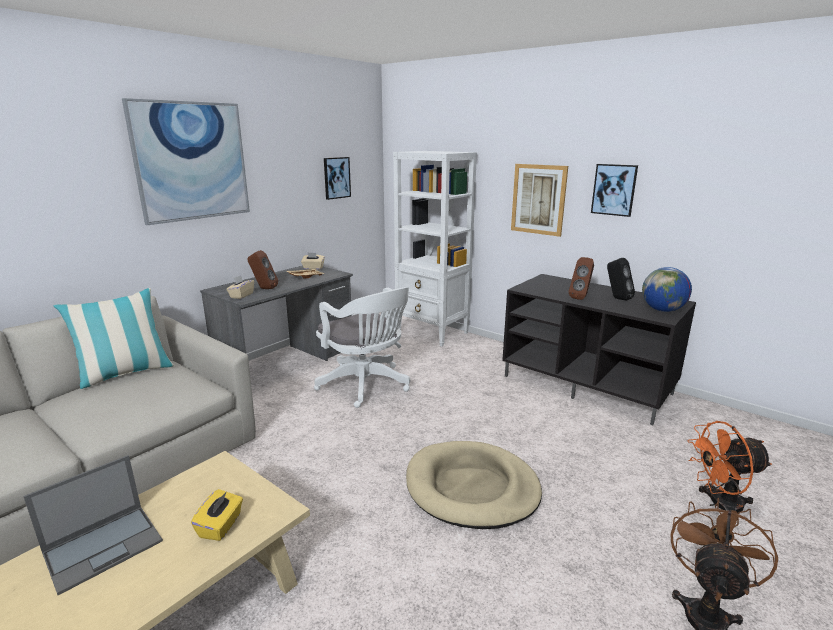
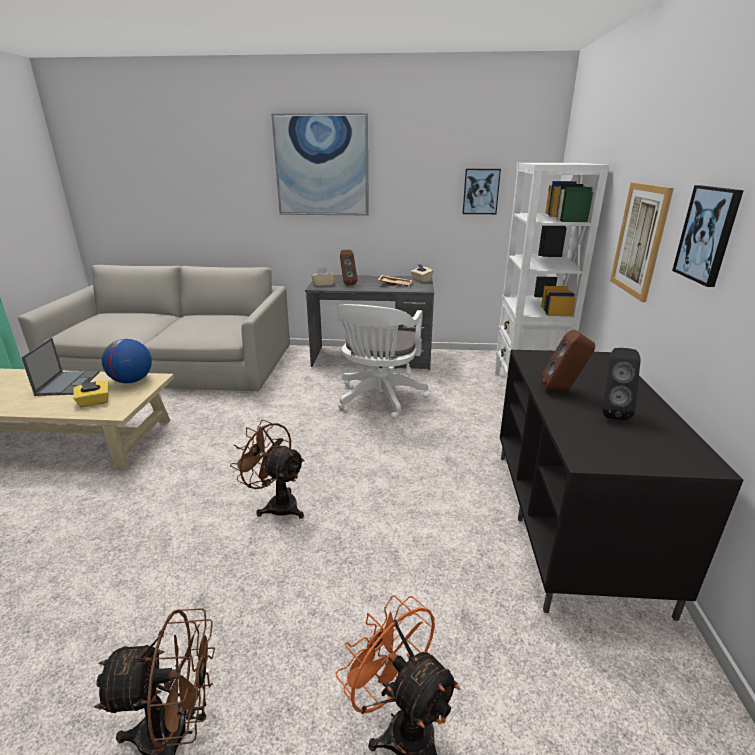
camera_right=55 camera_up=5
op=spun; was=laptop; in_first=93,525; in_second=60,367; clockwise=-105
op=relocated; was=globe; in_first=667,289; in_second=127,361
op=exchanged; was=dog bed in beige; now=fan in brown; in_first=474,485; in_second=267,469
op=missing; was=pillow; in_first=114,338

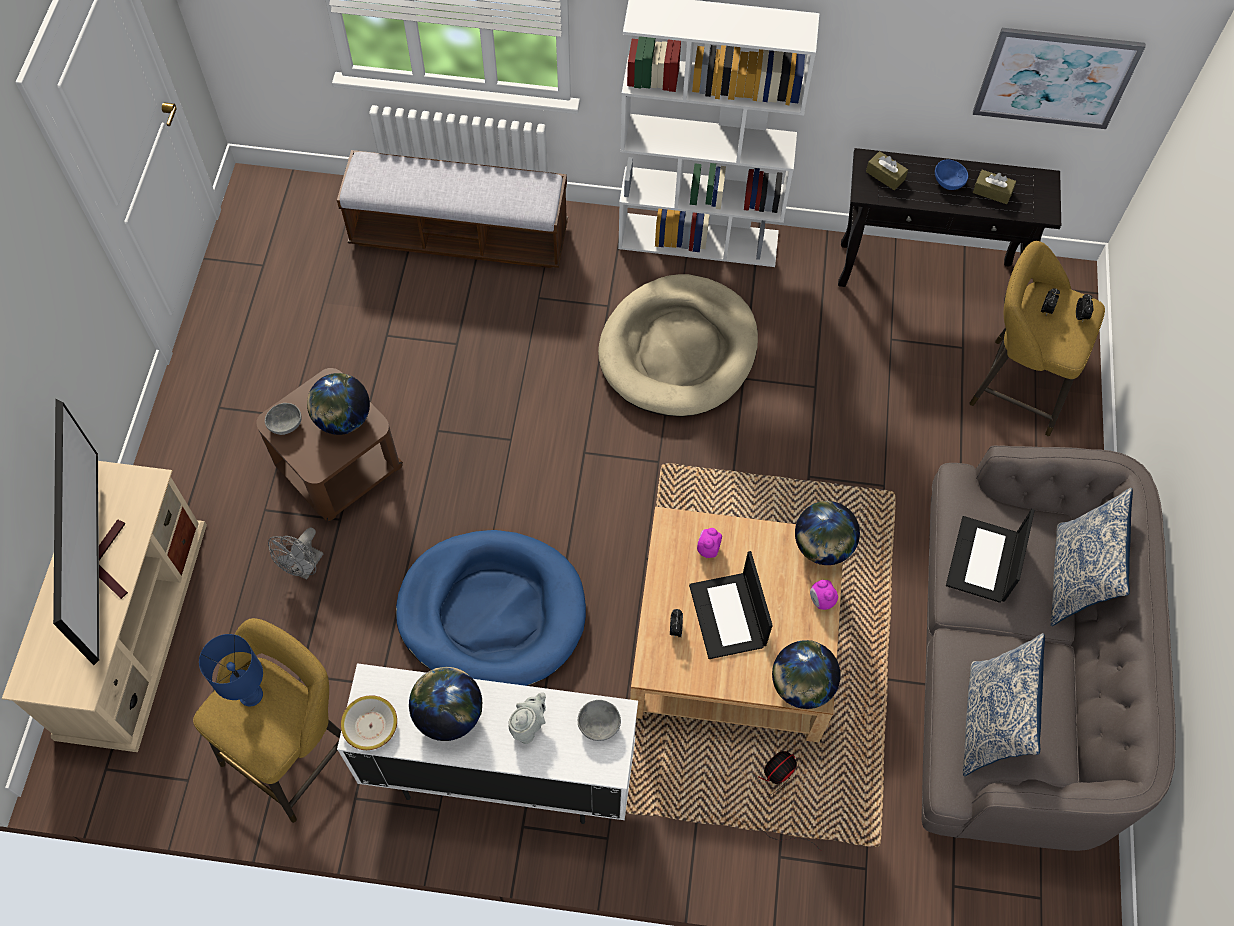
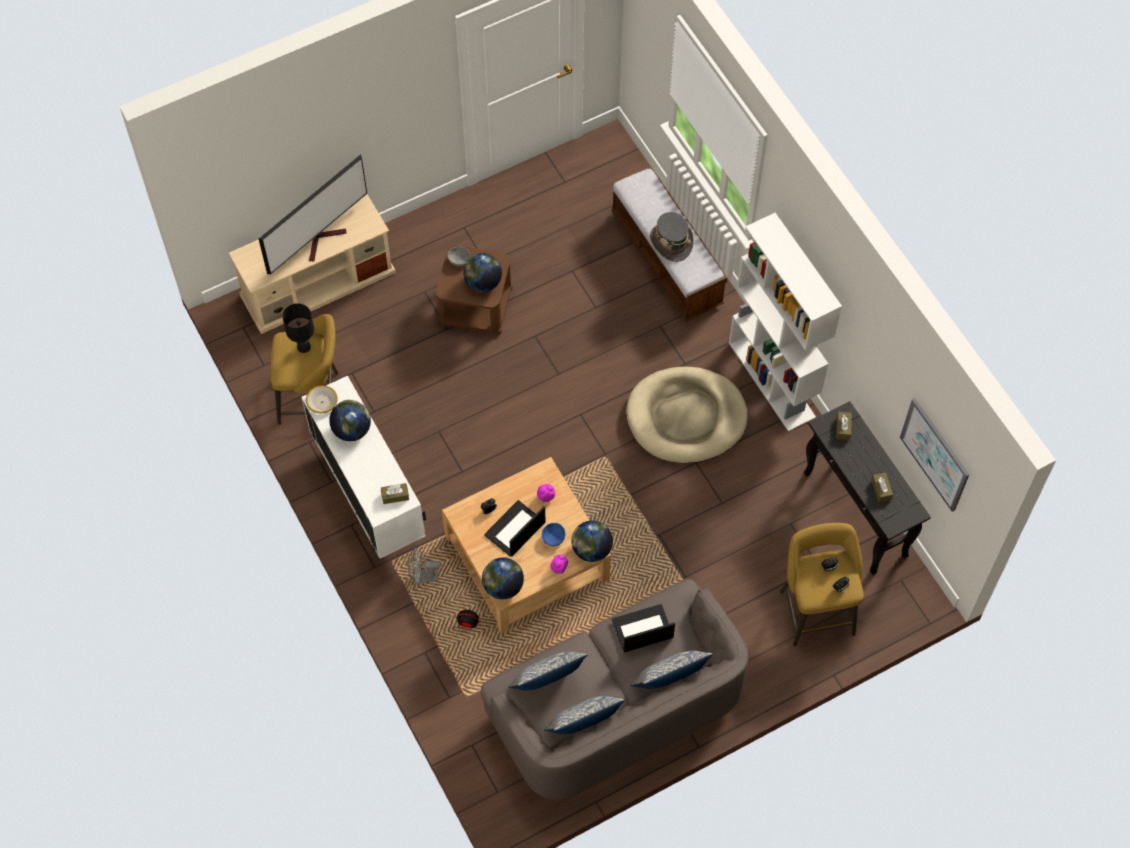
camera_right=55 camera_up=0
op=colour; was=table lamp in blue; now=table lamp in black; in_first=231,670; in_second=298,328
op=exchanged; was=bowl in grey; now=tissue box in brown; in_first=599,720; in_second=395,493
op=relocated; was=fan in grey; in_first=295,553; in_second=425,566
op=relocated; was=bowl in blue; in_first=951,174; in_second=554,534
op=appeared; now=pillow; in_second=584,715
op=appeared; now=hat in grey; in_second=672,237
op=missing; was=dog bed in blue; in_first=491,608
op=missing; was=teapot in grey; in_first=527,718

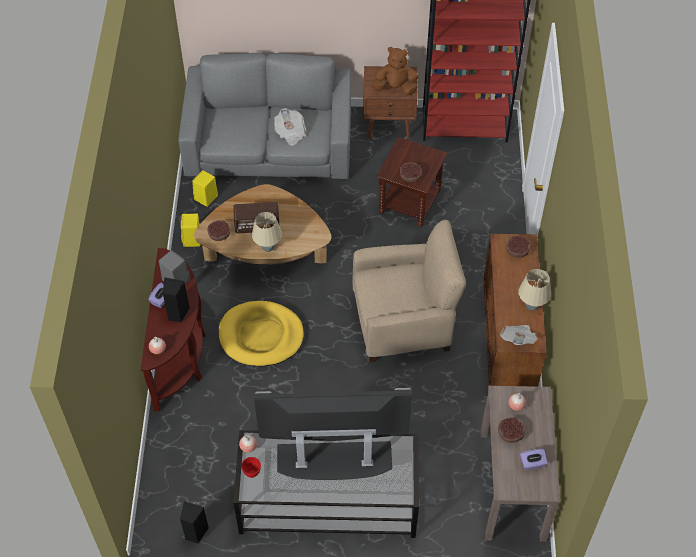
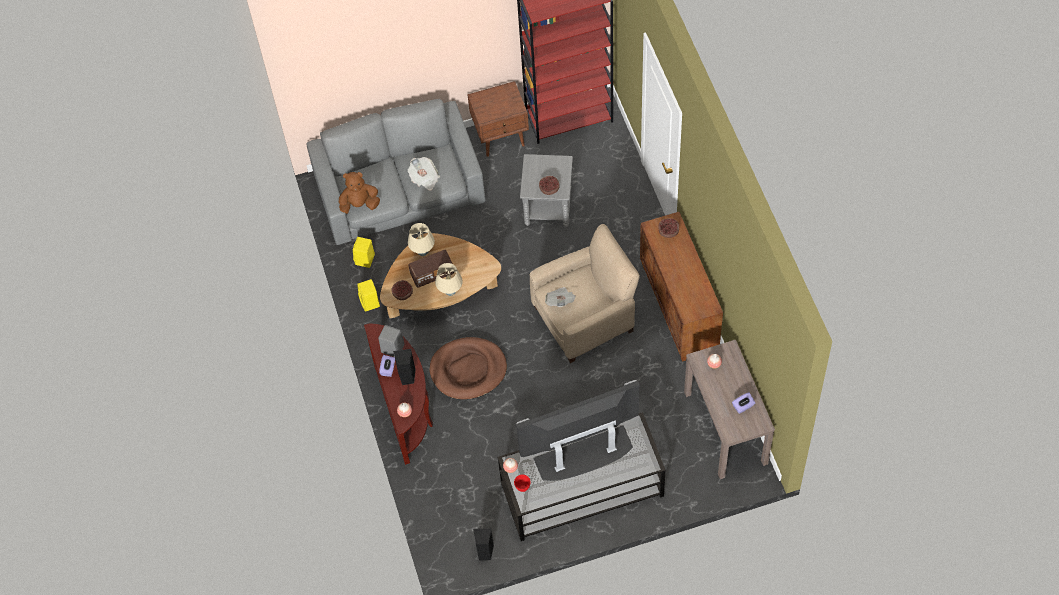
camera_right=-15 camera_up=5
op=relocated; was=plush toy in brown; in_first=395,71; in_second=359,193
op=relocated; was=table lamp in beige; in_first=535,290; in_second=421,239
op=colour; was=dog bed in yellow; now=dog bed in brown; in_first=261,334; in_second=468,368
op=colour; was=side table in brown; now=side table in grey; in_first=412,182; in_second=546,190
op=relocated; was=newspaper; in_first=519,335; in_second=560,297
op=missing; was=bowl; in_first=511,430

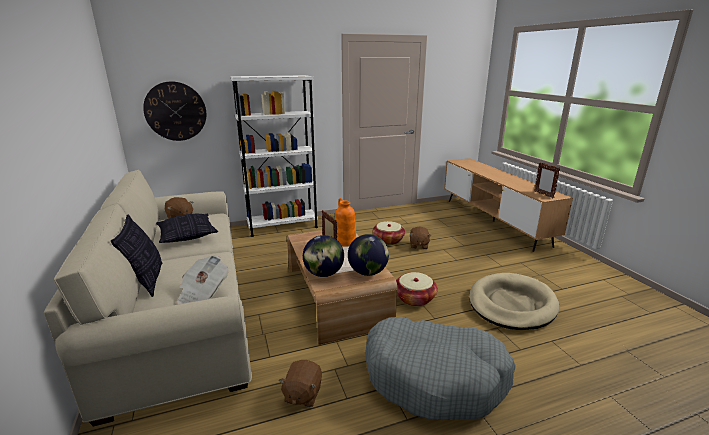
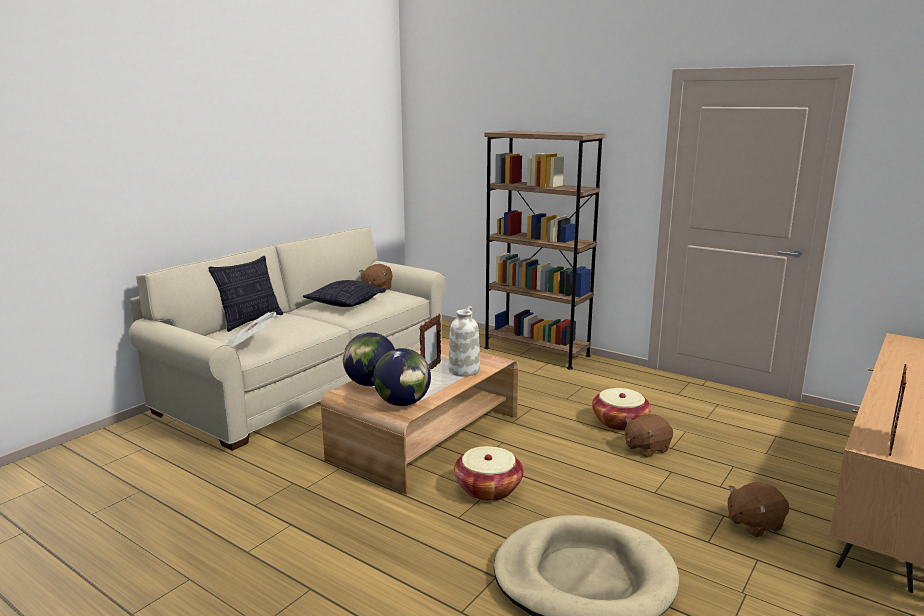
camera_right=55 camera_up=-5
op=colour; was=vase in orange; now=vase in white; in_first=345,222; in_second=464,341
op=colour; was=bookcase in white; now=bookcase in brown; in_first=274,156; in_second=544,250
op=relocated; was=plush toy in brown; in_first=300,383; in_second=758,510
op=missing; was=wall clock; in_first=174,111
op=missing; was=dog bed in grey; in_first=440,368

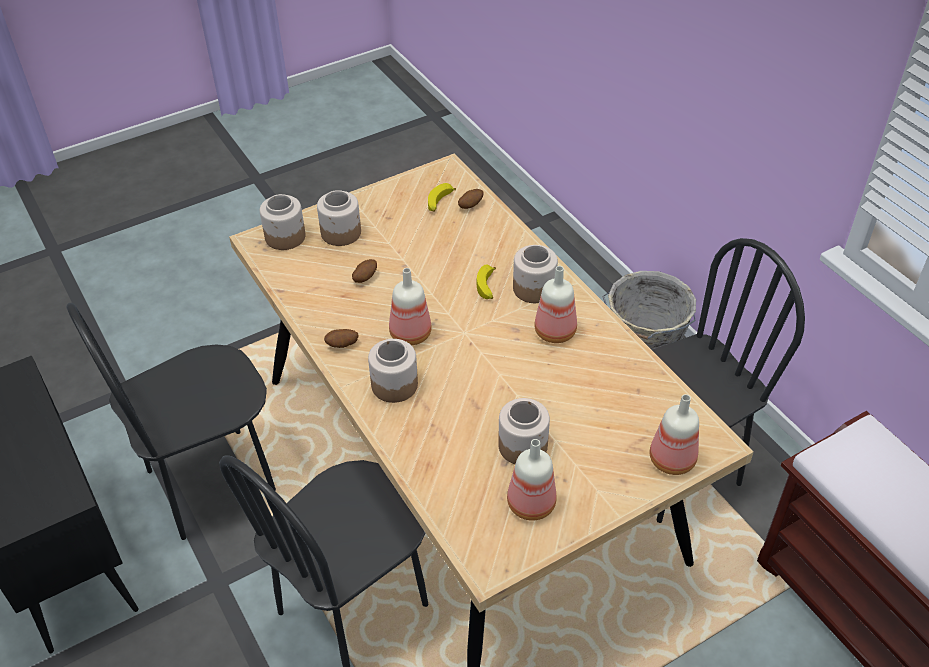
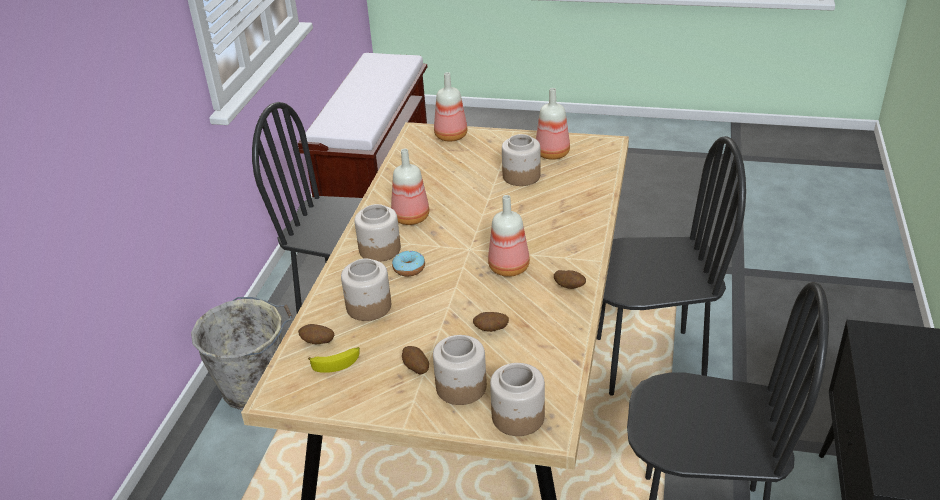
camera_right=-135 camera_up=-10
op=relocated; was=jar; in_first=393,371; in_second=366,289
op=exchanged; was=banana; now=donut; in_first=486,282; in_second=408,263
op=appeared; now=potato; in_second=415,360

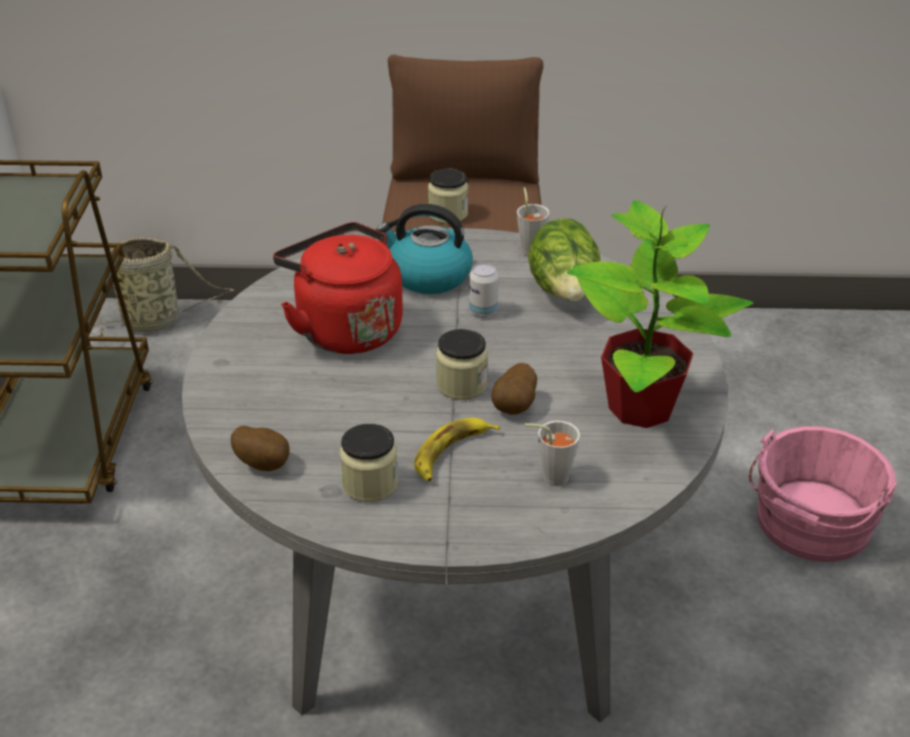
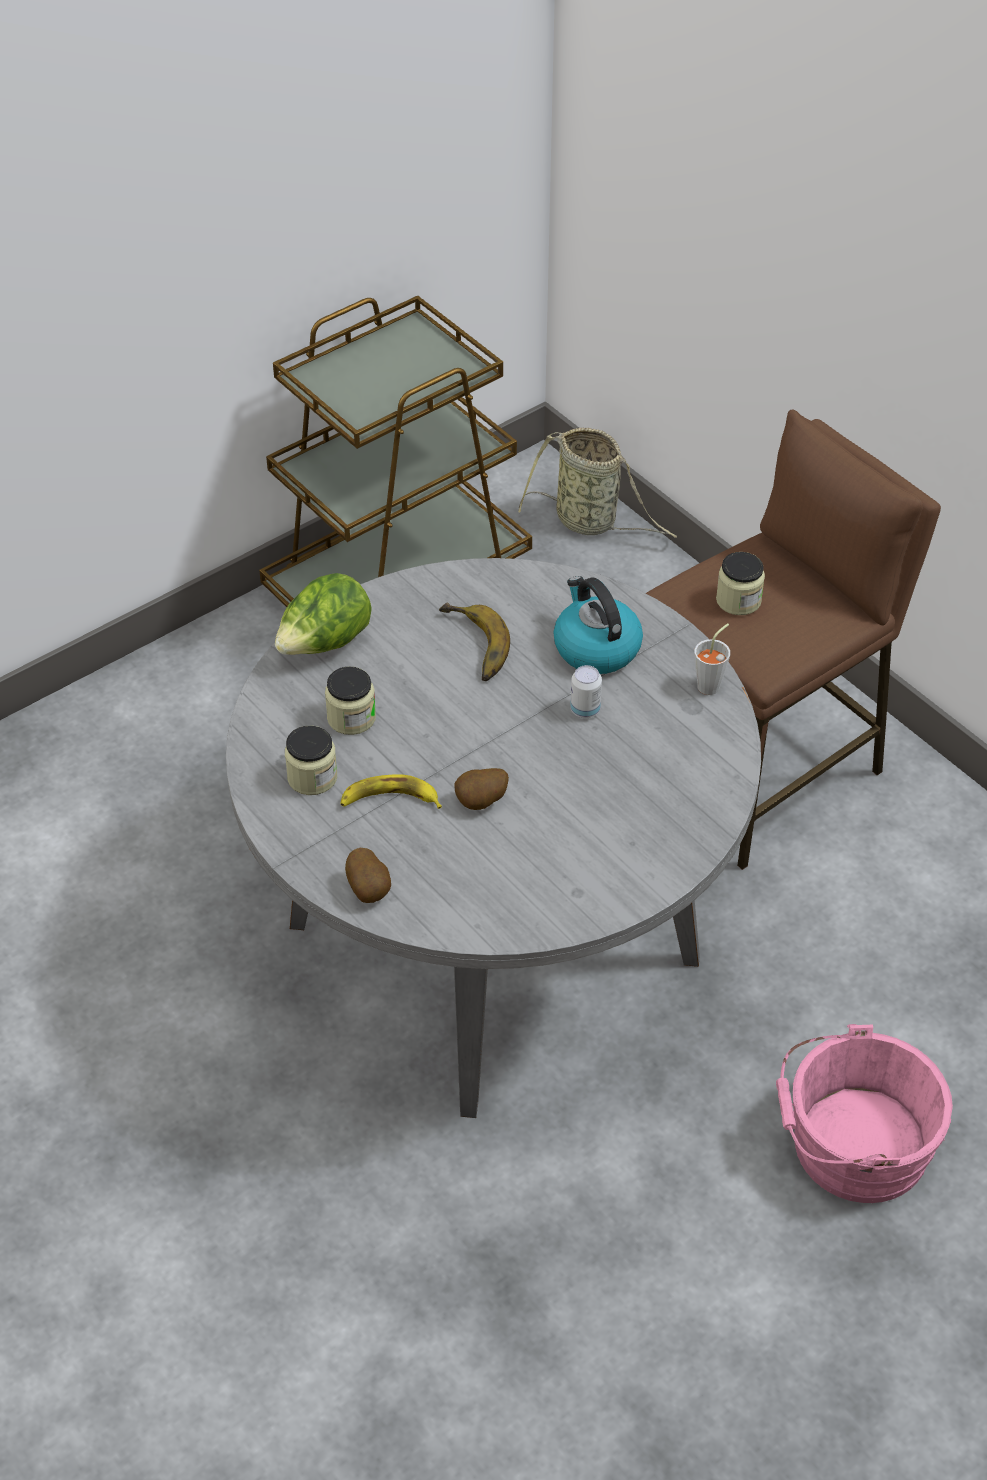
camera_right=50 camera_up=10
op=relocated; was=lettuce; in_first=564,259; in_second=323,614
op=relocated; was=jar; in_first=462,364; in_second=350,701
op=relocated; was=potato; in_first=260,448; in_second=368,875
op=exchanged; was=kettle in red; now=banana; in_first=338,288; in_second=474,642
op=missing; was=cup in grey; in_first=552,453
op=missing; was=potted plant; in_first=660,314

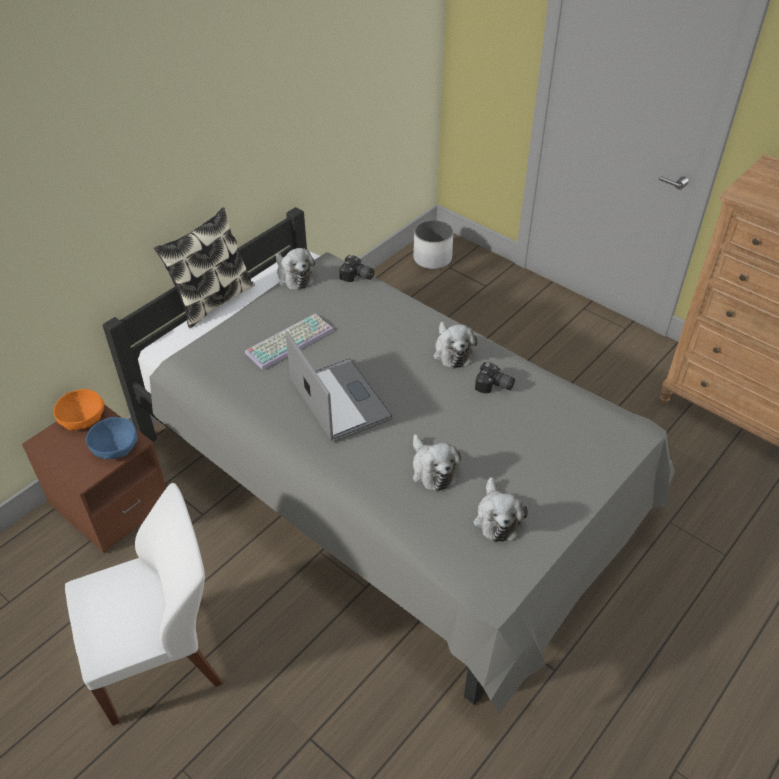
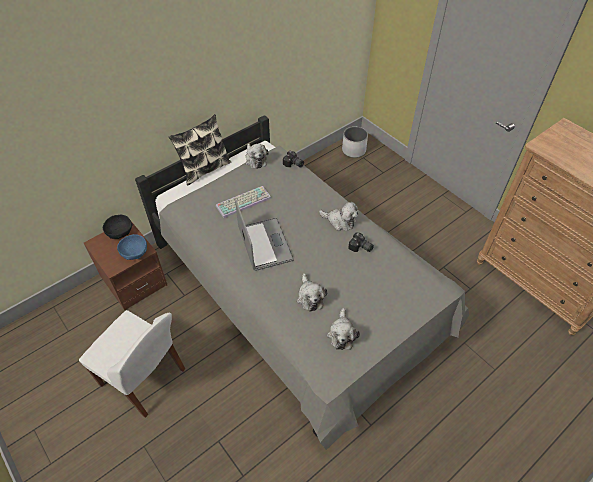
camera_right=10 camera_up=5
op=spun; was=chair in white; in_first=143,604; in_second=132,364; clockwise=45
op=colour; was=bowl in orange; now=bowl in black; in_first=79,410; in_second=118,227
op=spun; was=plush toy; in_first=455,345; in_second=338,216; clockwise=-60

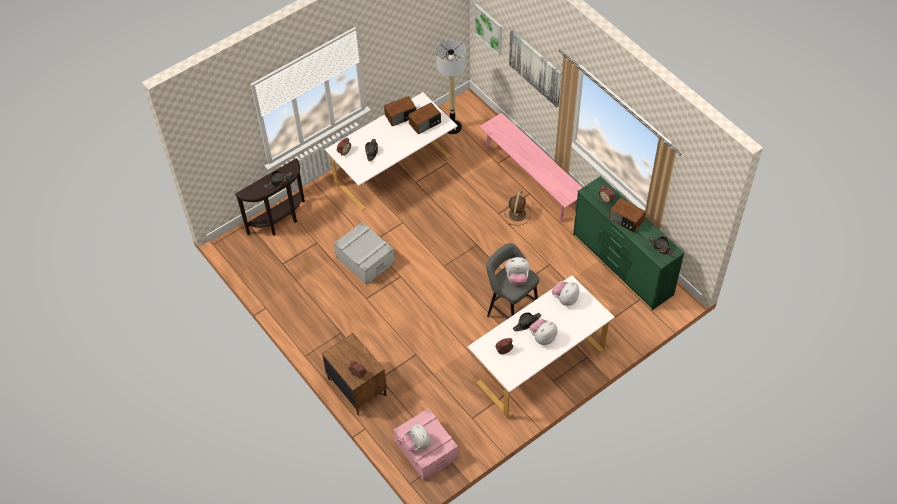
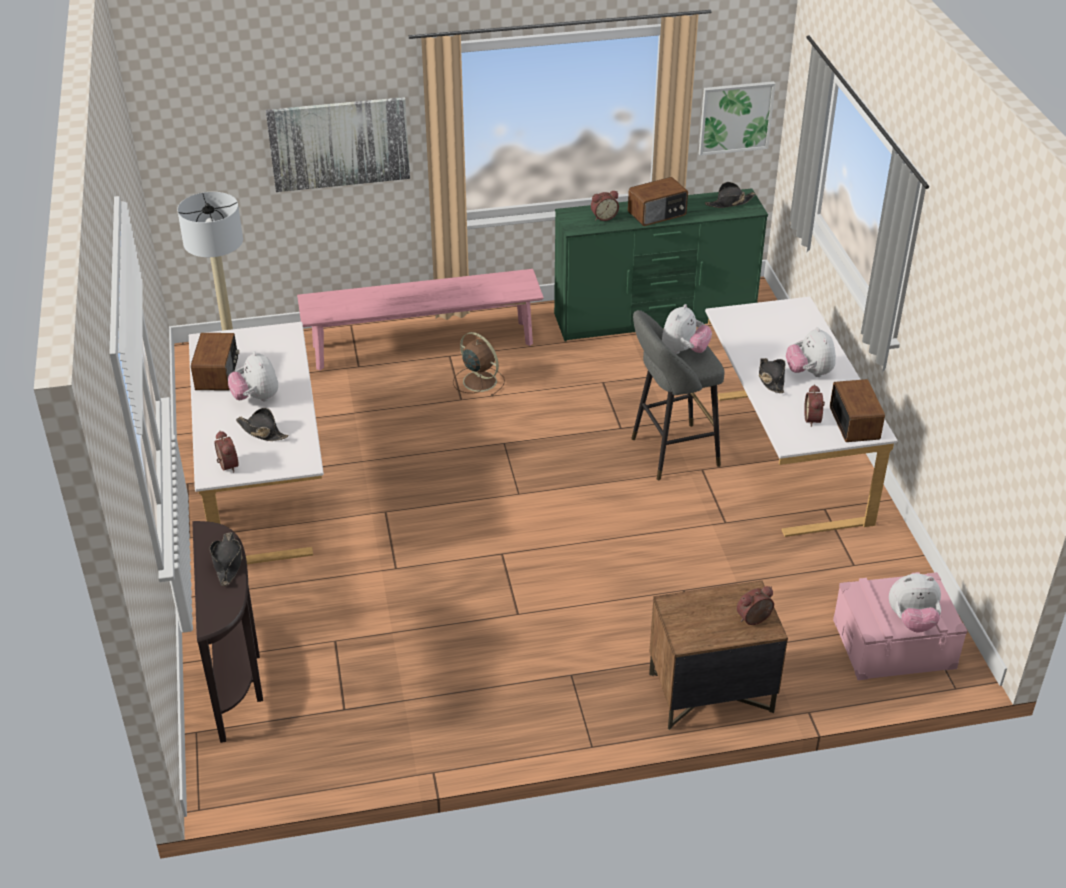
camera_right=-65 camera_up=-15
op=relocated; was=plush toy; in_first=565,293; in_second=253,376
op=relocated; was=picture; in_first=488,30; in_second=737,118
op=relocated; was=radio; in_first=424,118; in_second=857,410
op=missing; was=storage box in grey; in_first=364,253

